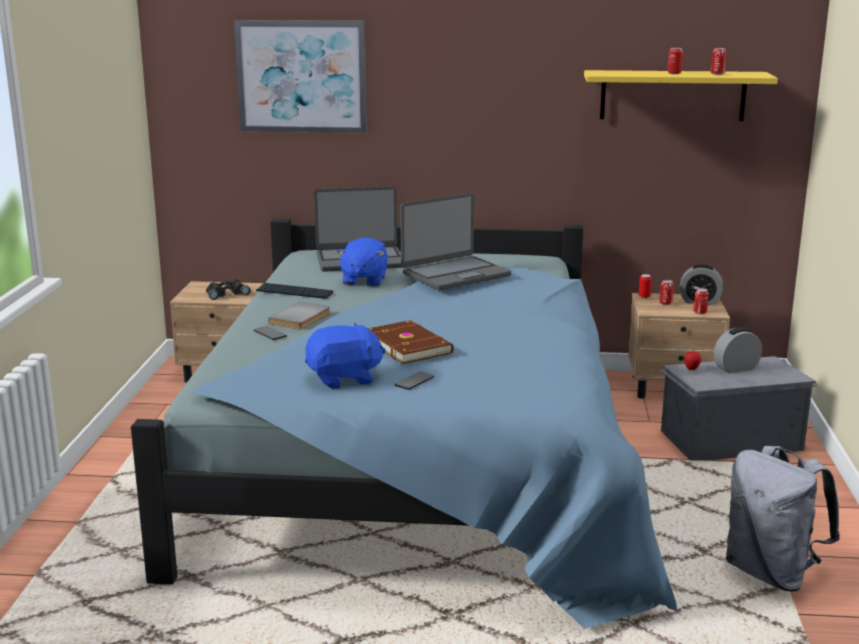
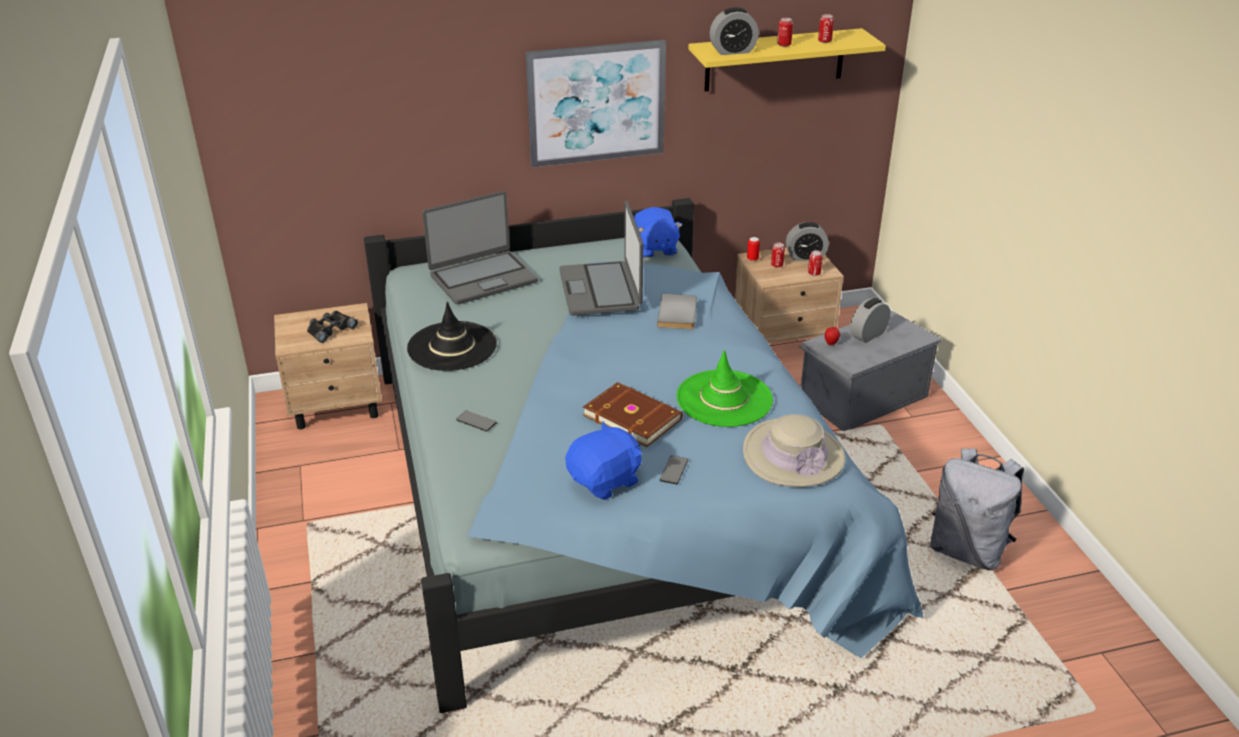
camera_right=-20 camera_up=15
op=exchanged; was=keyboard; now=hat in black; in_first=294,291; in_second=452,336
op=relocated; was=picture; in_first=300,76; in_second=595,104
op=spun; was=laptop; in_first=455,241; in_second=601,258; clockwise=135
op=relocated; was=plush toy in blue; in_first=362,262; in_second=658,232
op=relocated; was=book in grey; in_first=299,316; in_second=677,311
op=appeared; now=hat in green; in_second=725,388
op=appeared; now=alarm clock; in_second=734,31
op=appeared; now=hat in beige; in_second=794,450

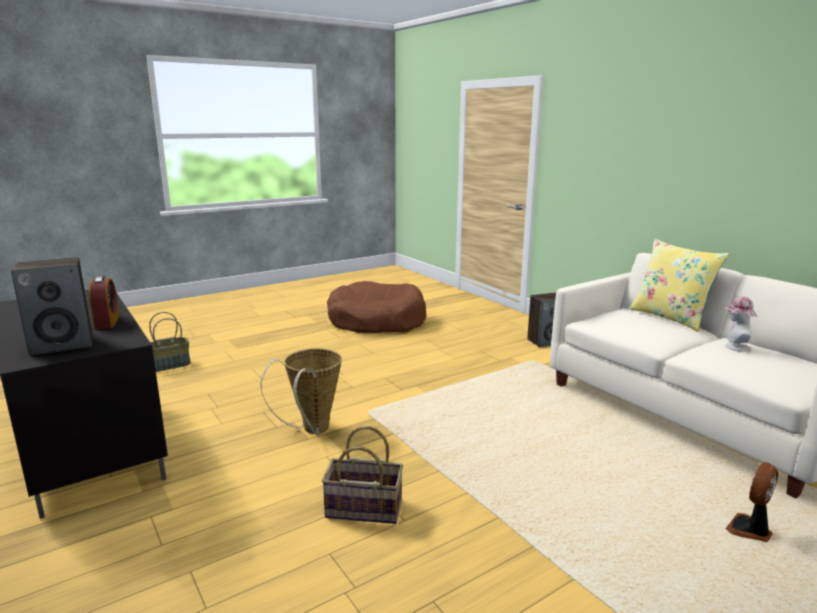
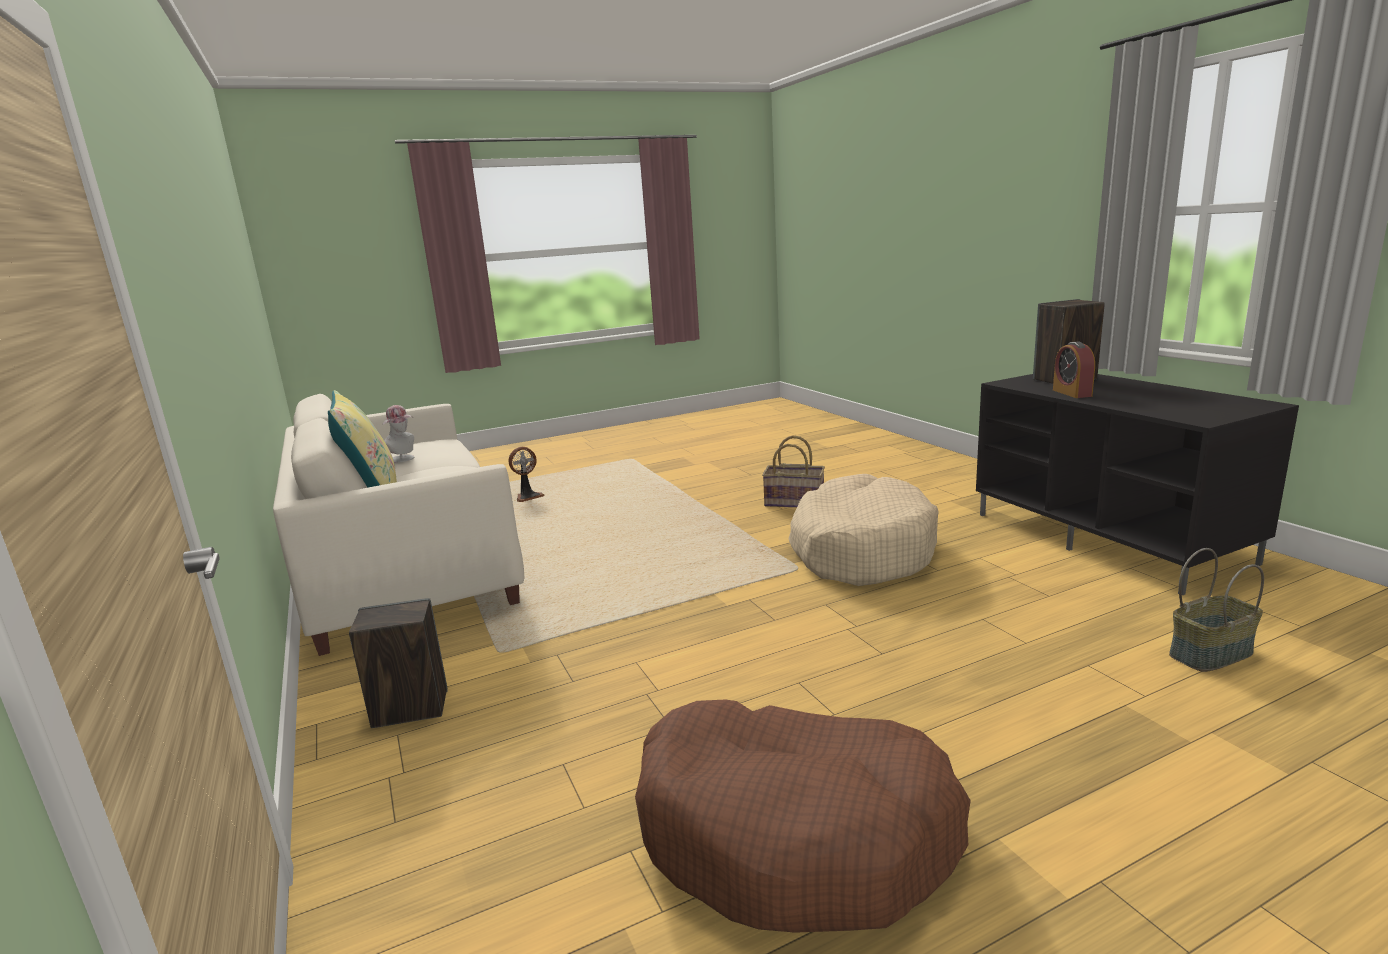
camera_right=-170 camera_up=0
op=exchanged; was=basket; now=dog bed in beige; in_first=301,392; in_second=863,530

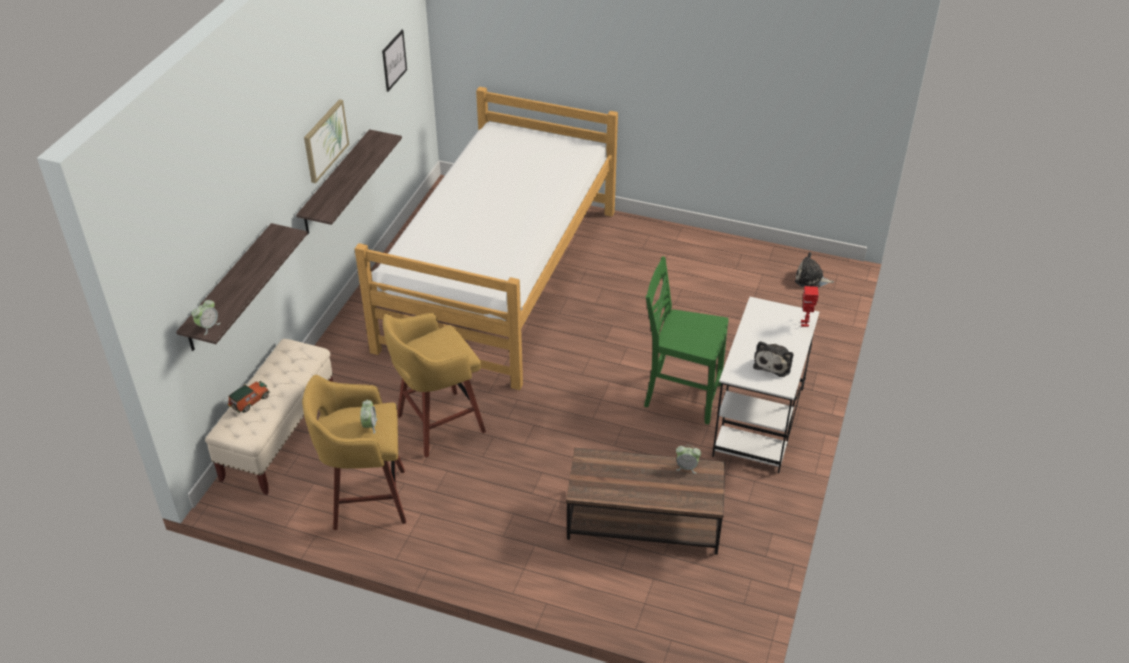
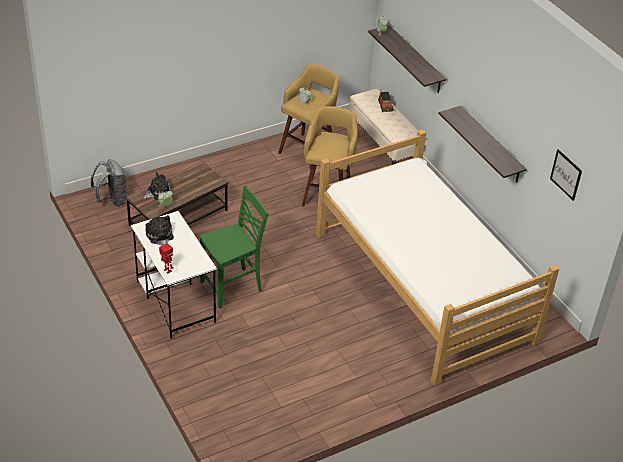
camera_right=130 camera_up=0
op=appeared; now=backpack in grey; in_second=109,183
op=relocated; was=plush toy; in_first=814,270; in_second=157,186
op=missing; was=picture; in_first=326,141

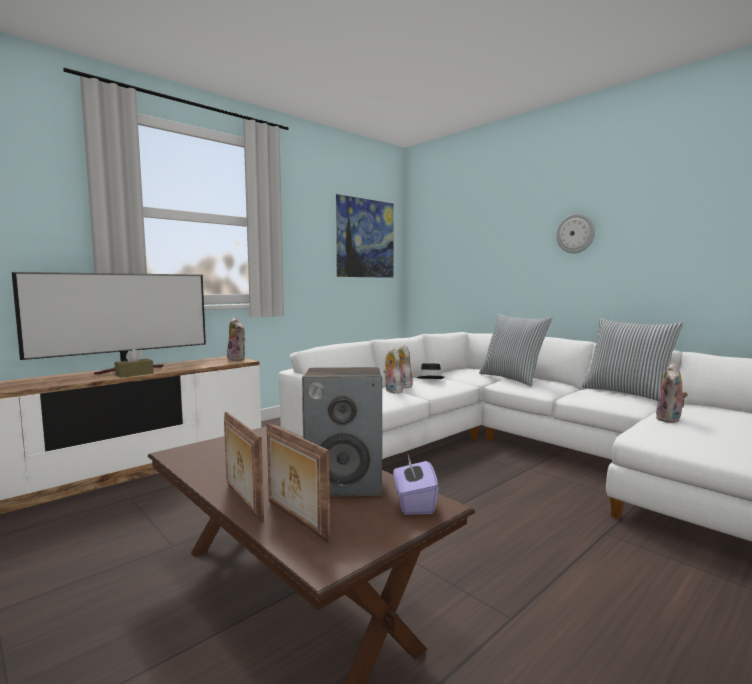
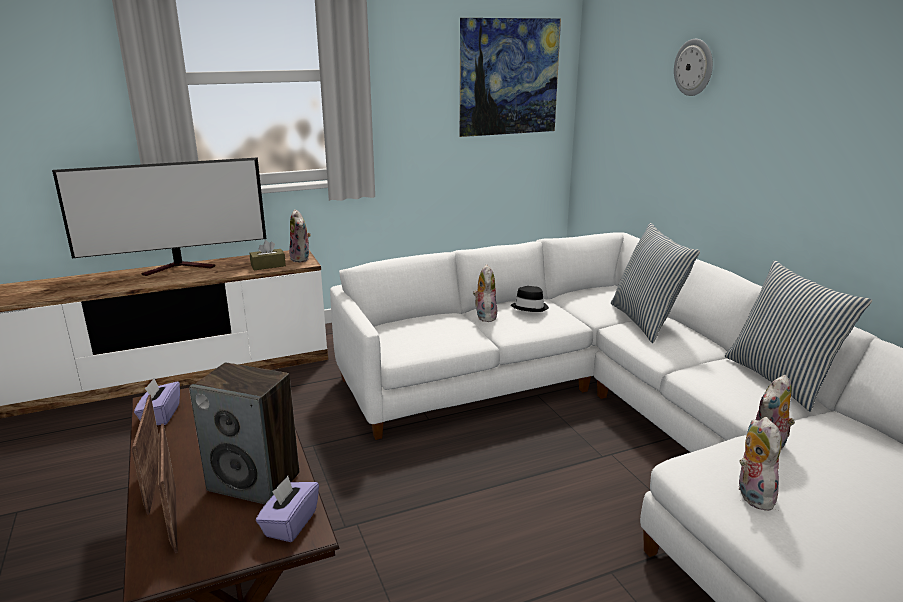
camera_right=20 camera_up=15
op=appeared; now=tissue box in purple; in_second=157,401
op=relocated; was=tissue box in brown; in_first=134,363; in_second=268,255
op=relocated; was=wall clock; in_first=575,233; in_second=693,67
op=relocated; was=plush toy; in_first=393,370; in_second=760,464

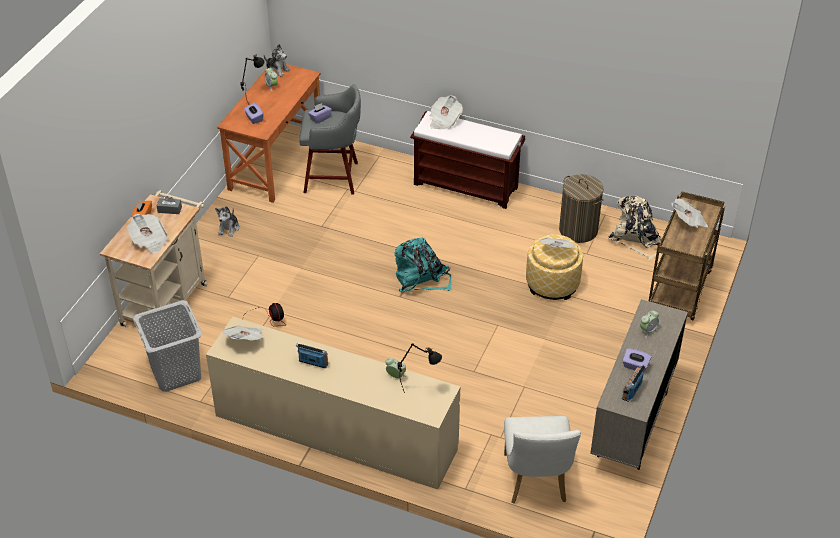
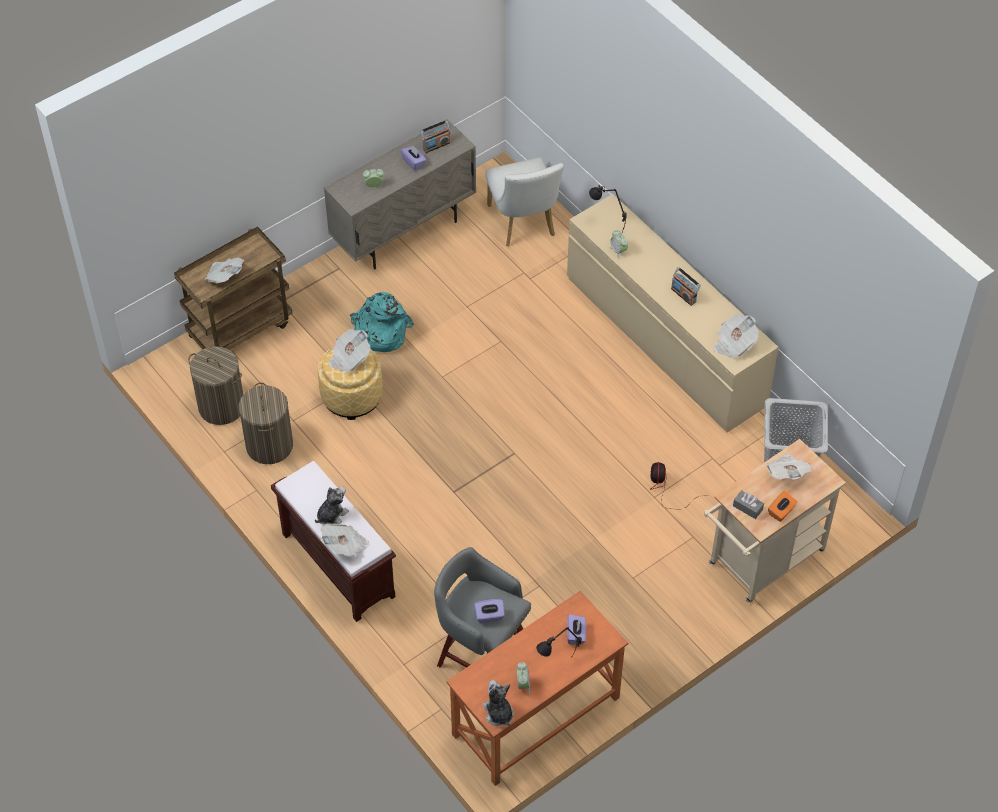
camera_right=-150 camera_up=10
op=exchanged; was=backpack in beige; now=laundry basket; in_first=635,228; in_second=215,385
op=relocated; was=plush toy; in_first=227,221; in_second=332,505
op=relocated; was=backpack in turquoise; in_first=423,265; in_second=382,322
op=spun; was=chair in white; in_first=542,459; in_second=524,202; clockwise=135

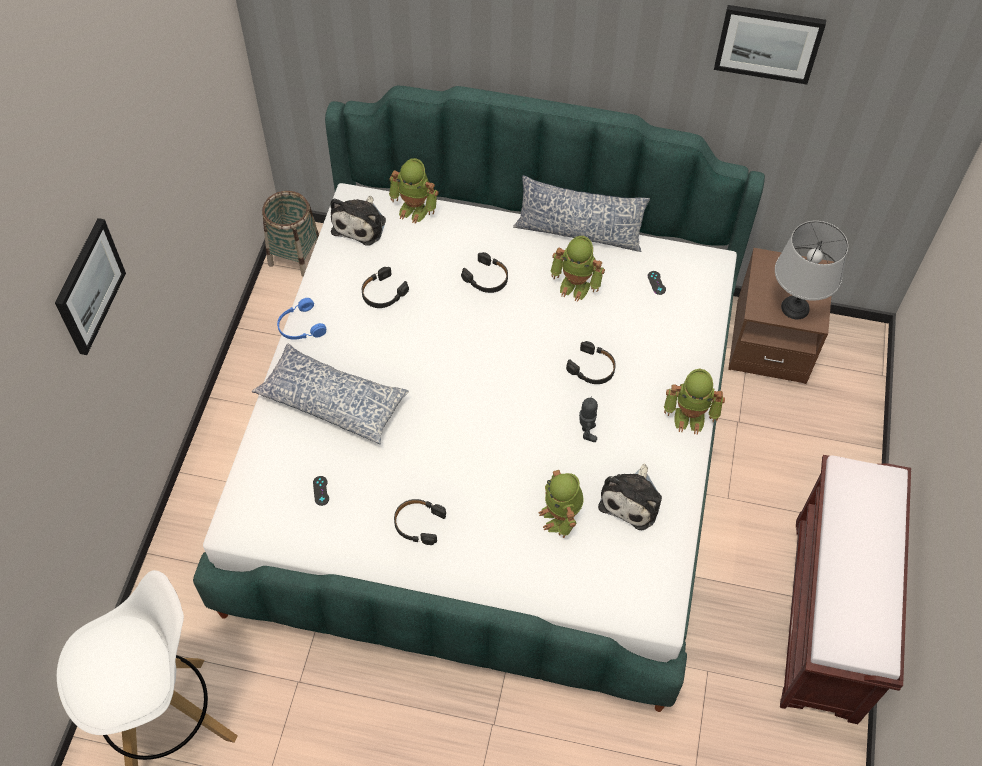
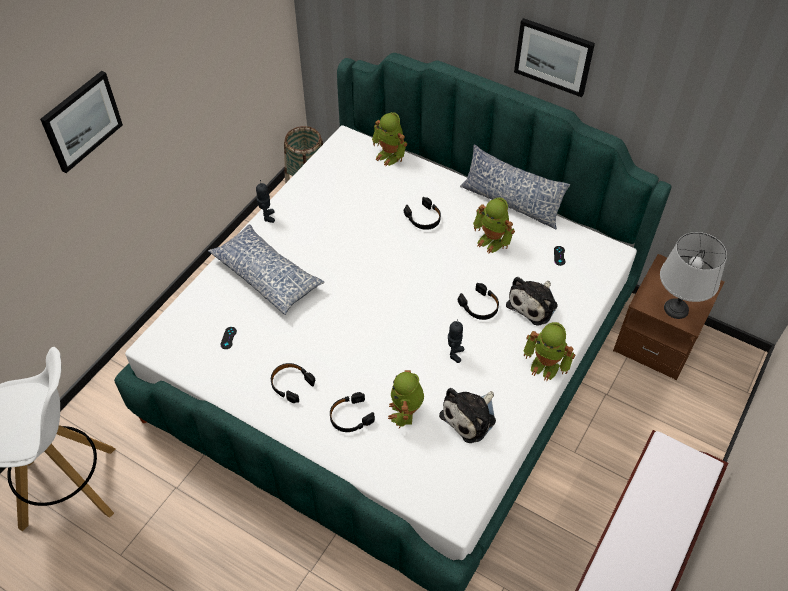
camera_right=20 camera_up=-5
op=exchanged; was=headphones in blue; now=toy robot; in_first=301,319; in_second=265,201
op=relocated; was=headphones in black; in_first=385,287; in_second=352,412
op=relocated; was=plush toy; in_first=358,221; in_second=532,301
op=relocated; was=picture; in_first=770,44; in_second=554,57

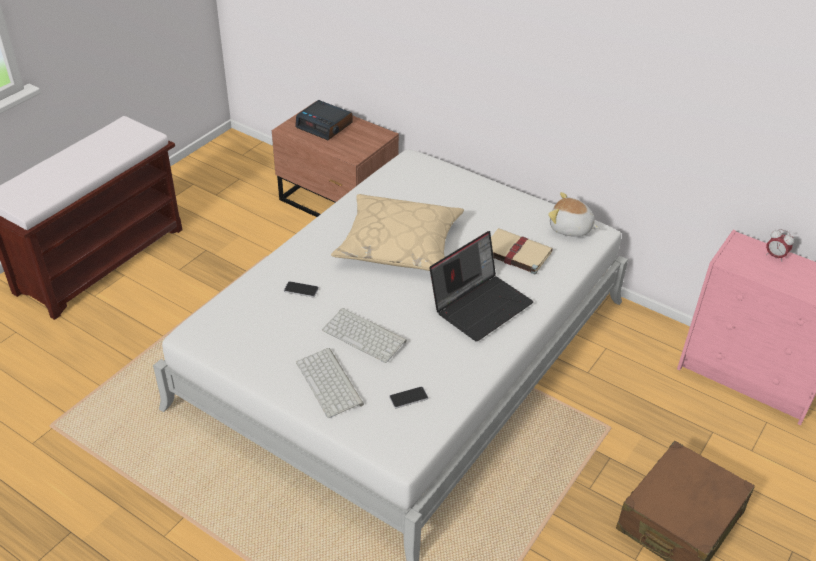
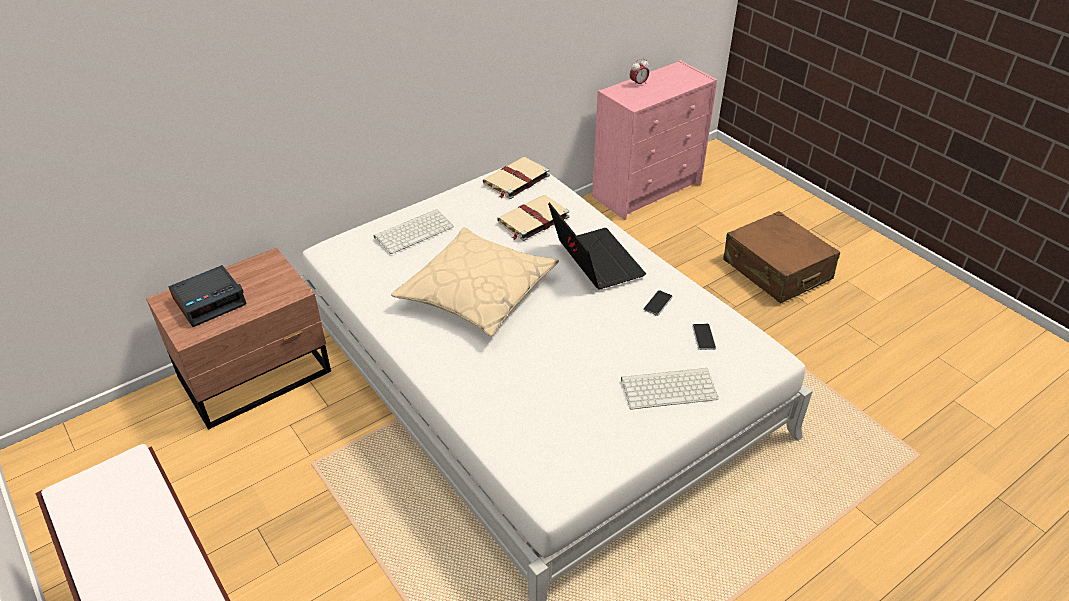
camera_right=-70 camera_up=0
op=relocated; was=keyboard; in_first=364,335; in_second=414,231
op=exchanged; was=plush toy; now=book in beige; in_first=573,214; in_second=516,178
op=relocated; was=phone; in_first=301,289; in_second=658,303

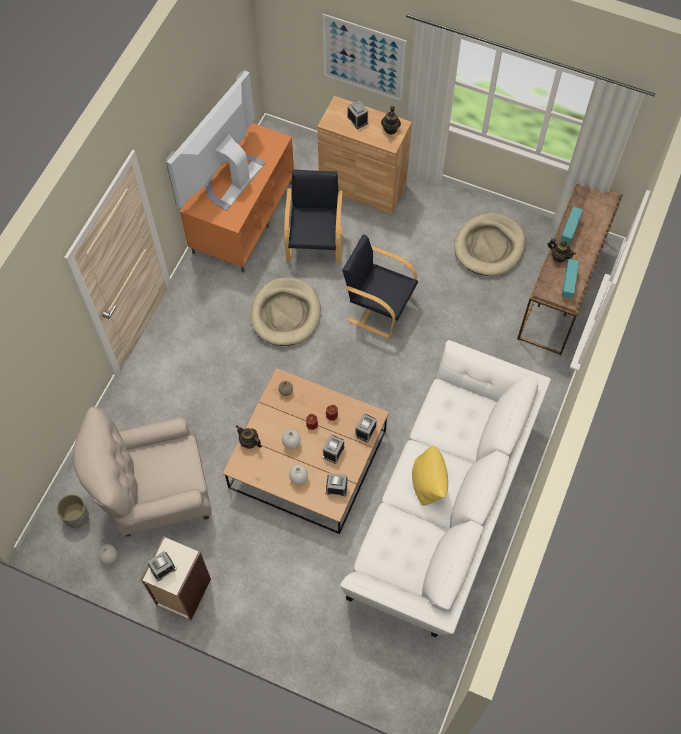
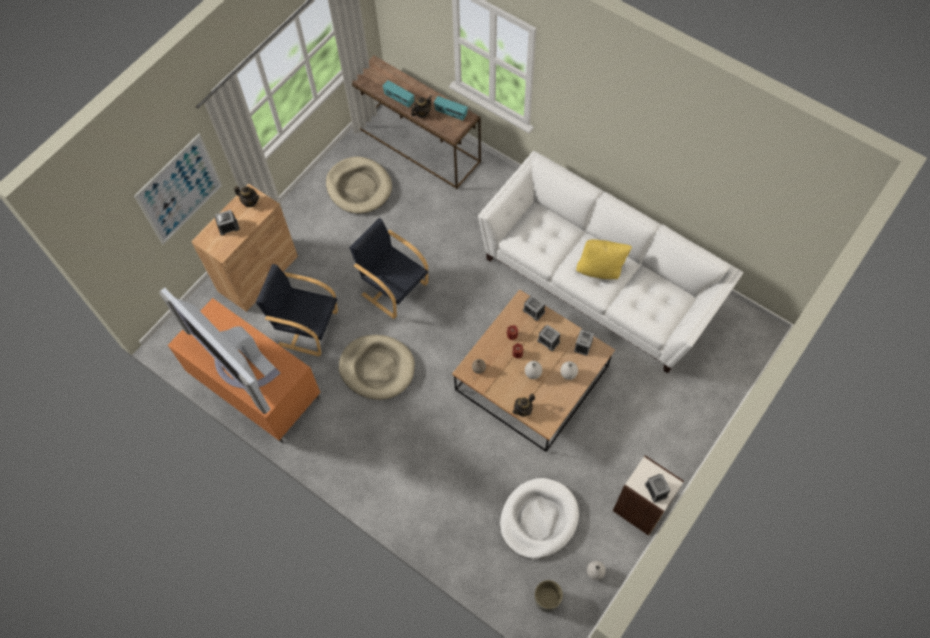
camera_right=-75 camera_up=0
op=spun; was=armchair in black; in_first=380,286; in_second=388,268; clockwise=90
op=exchanged; was=armchair in beige; now=dog bed in white; in_first=142,472; in_second=539,518

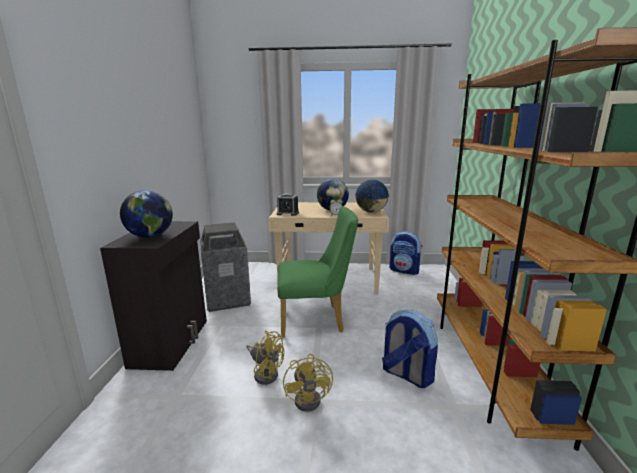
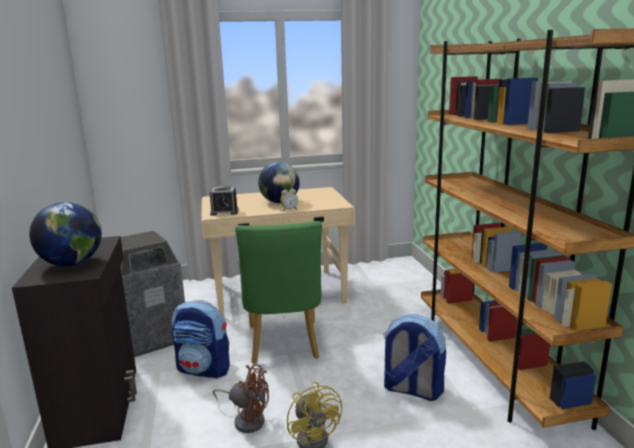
camera_right=-15 camera_up=0
op=relocated; was=backpack; in_first=406,253; in_second=201,339
op=colour; was=fan in yellow; now=fan in brown; in_first=265,358; in_second=241,398
op=spun; was=chair in green; in_first=317,272; in_second=278,292; clockwise=105
op=missing; was=globe; in_first=372,196

